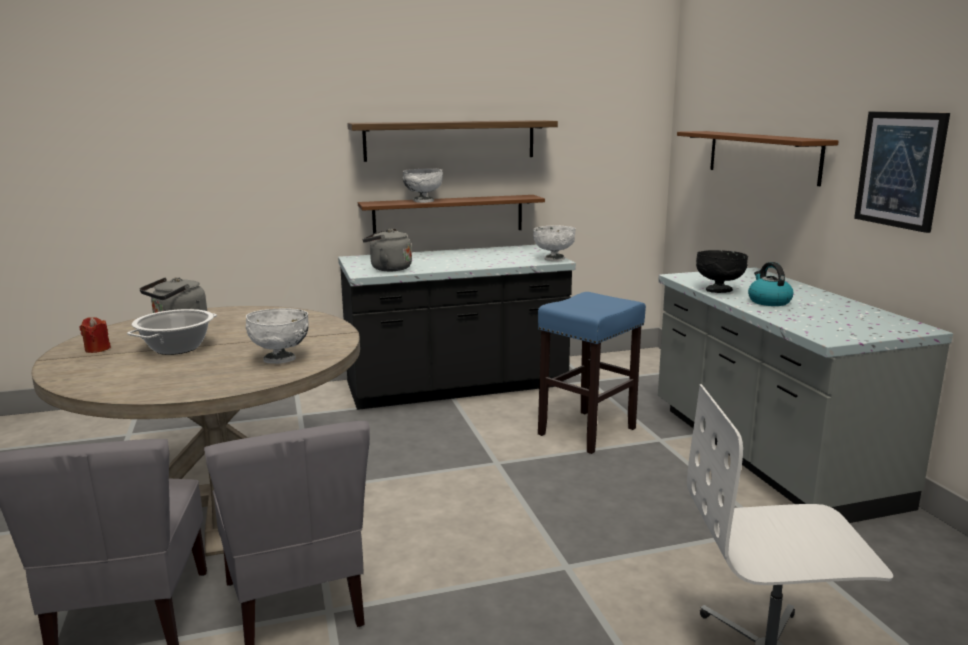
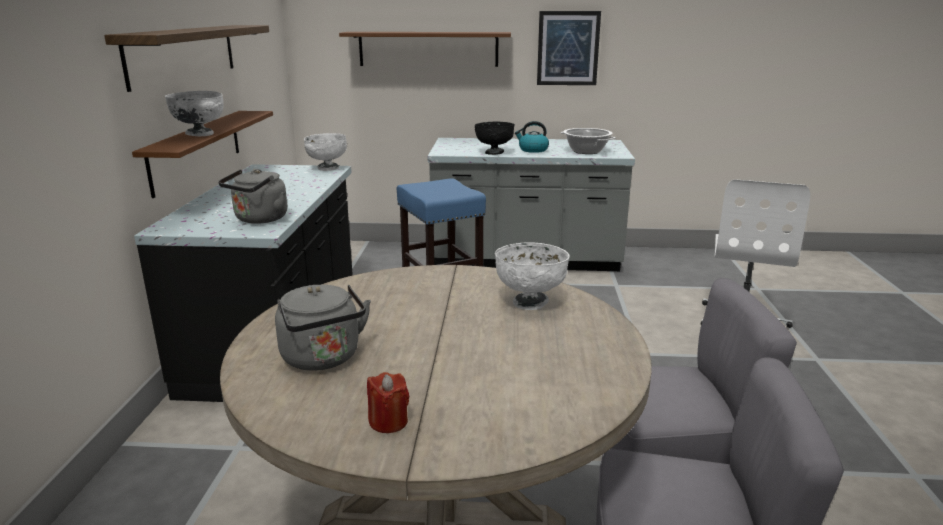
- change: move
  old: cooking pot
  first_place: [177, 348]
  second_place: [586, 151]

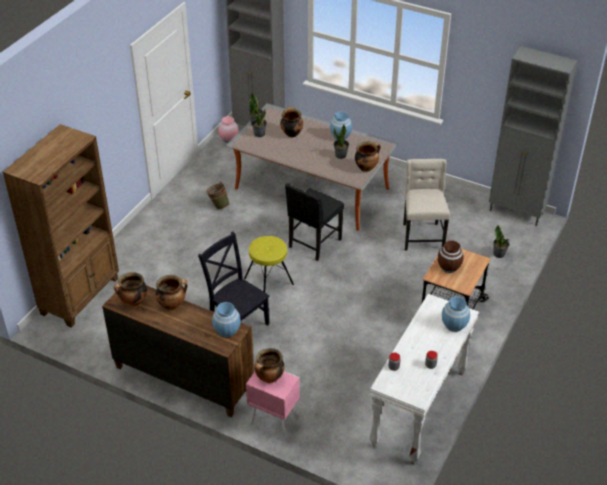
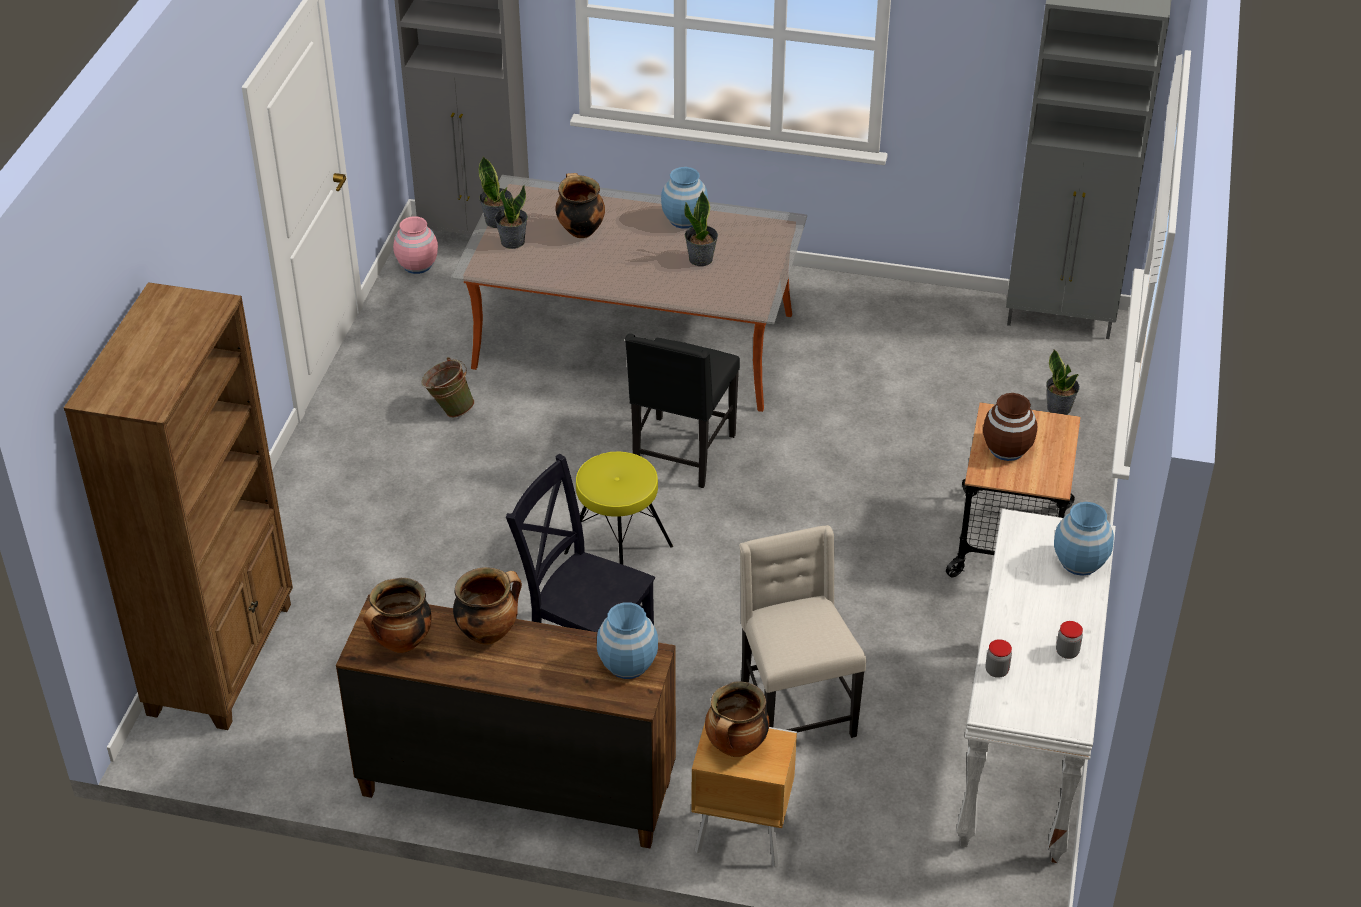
- change: delete
  old: cooking pot
  first_place: [366, 167]
- change: move
  old: beige chair
  first_place: [422, 236]
  second_place: [794, 709]
- change: recolor
  old: pink nightstand
  new: brown nightstand
  first_place: [273, 420]
  second_place: [740, 835]

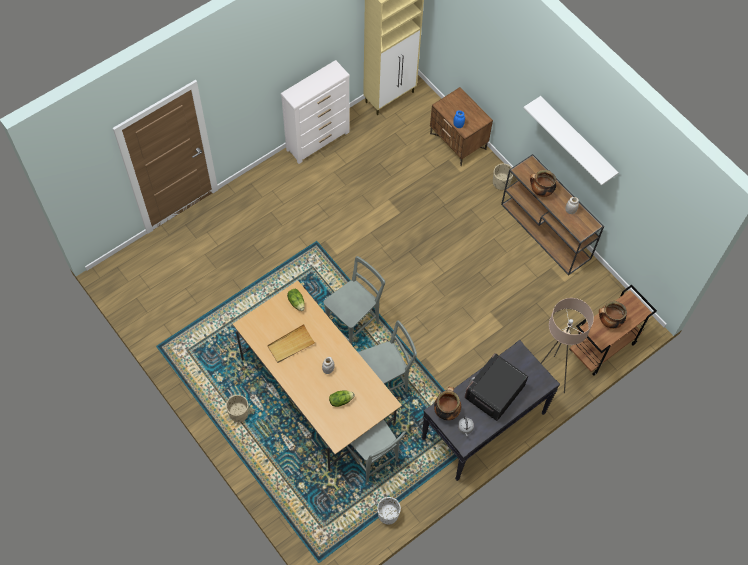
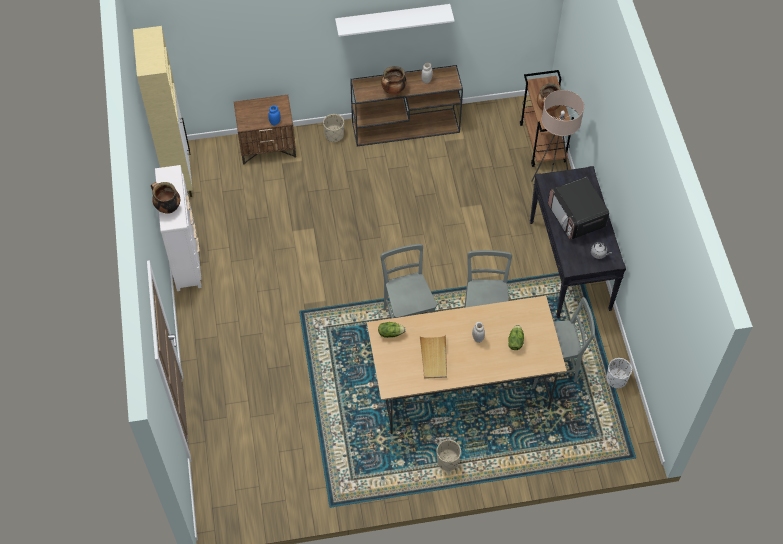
- change: move
  old: cooking pot
  first_place: [446, 411]
  second_place: [167, 207]

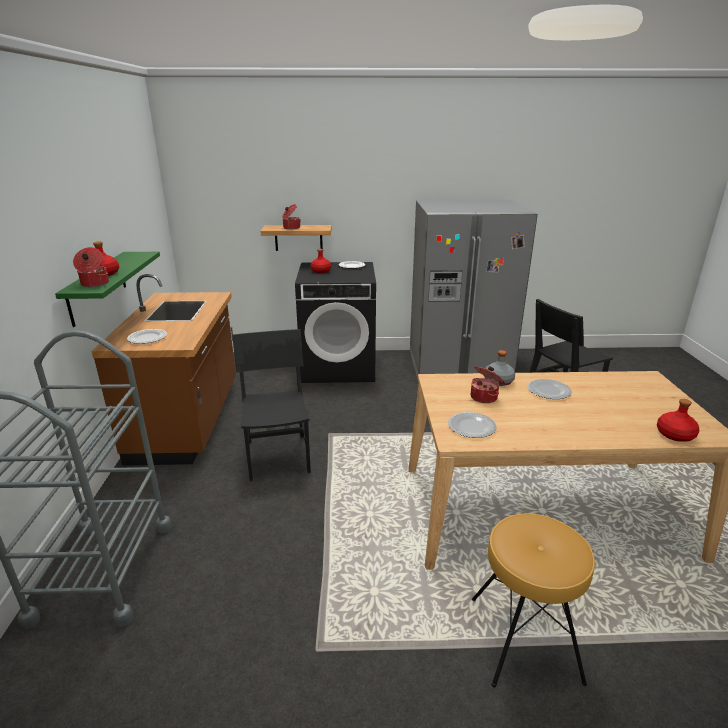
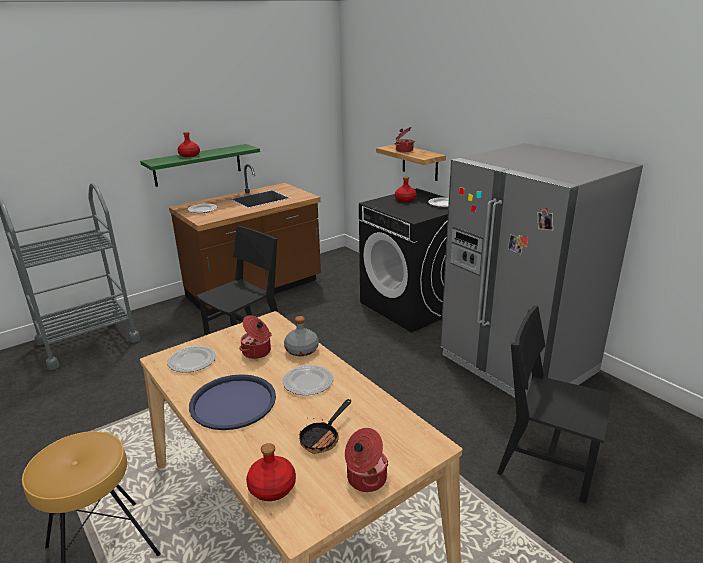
- change: move
  old: cooking pot
  first_place: [94, 284]
  second_place: [365, 478]
- change: insert
  new: blue tray
  second_place: [233, 402]
- change: insert
  new: frying pan
  second_place: [323, 438]

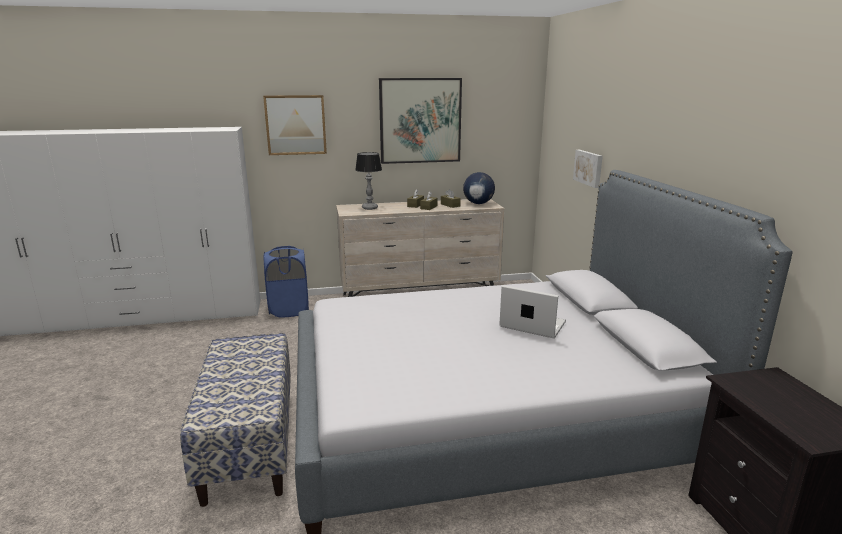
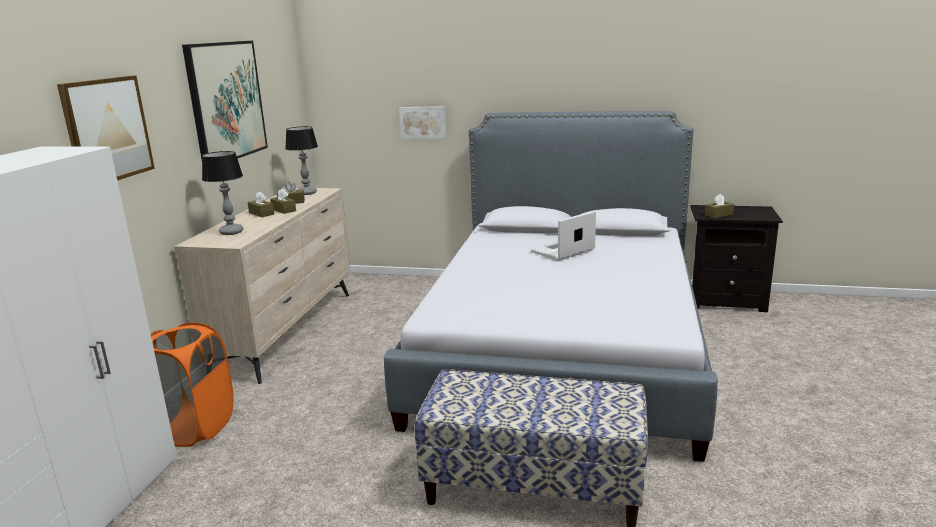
- change: replace
  old: globe
  new: table lamp
  first_place: [478, 203]
  second_place: [306, 193]
- change: recolor
  old: blue laundry basket
  new: orange laundry basket
  first_place: [289, 309]
  second_place: [194, 428]
- change: insert
  new: brown tissue box
  second_place: [718, 215]

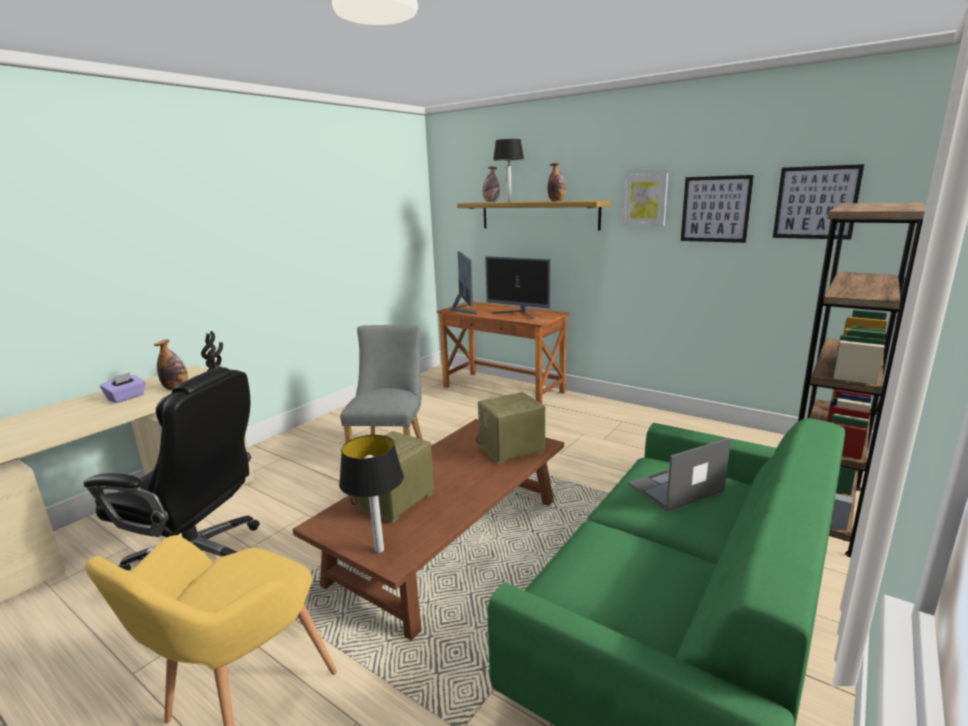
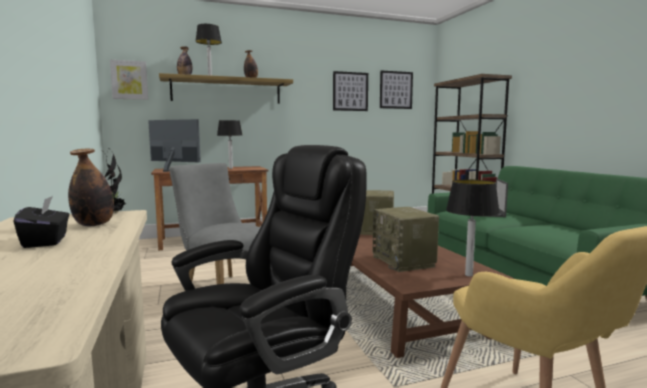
- change: move
  old: picture
  first_place: [645, 200]
  second_place: [129, 80]
- change: replace
  old: monitor
  new: table lamp
  first_place: [519, 314]
  second_place: [231, 168]
- change: recolor
  old: purple tissue box
  new: black tissue box
  first_place: [126, 398]
  second_place: [46, 241]

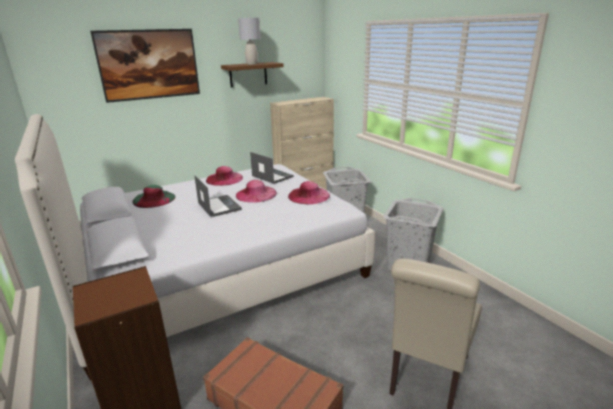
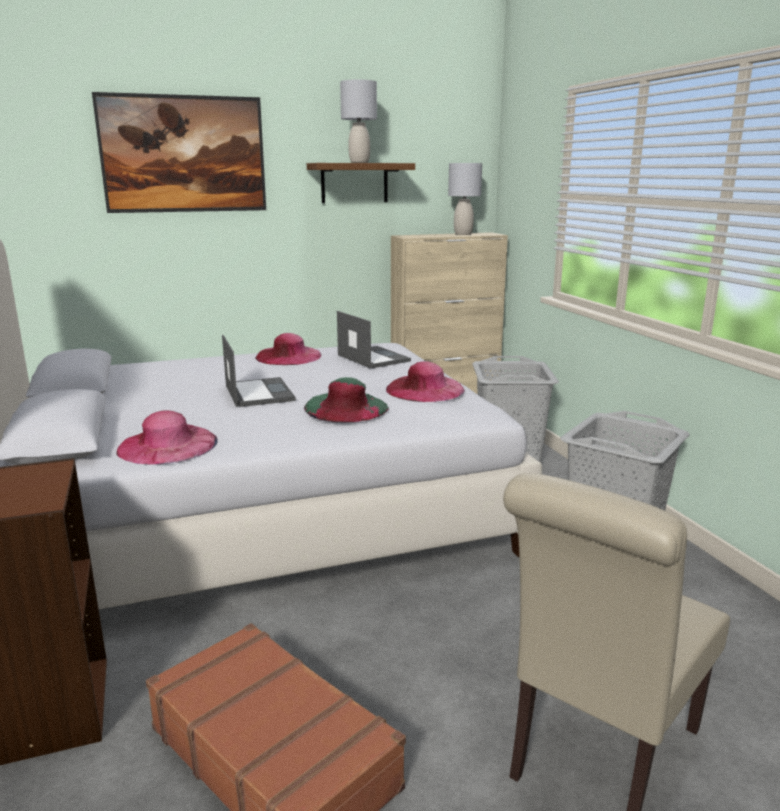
- change: move
  old: pink hat
  first_place: [256, 194]
  second_place: [167, 445]
- change: move
  old: green hat
  first_place: [154, 199]
  second_place: [346, 407]
- change: insert
  new: grey table lamp
  second_place: [463, 234]

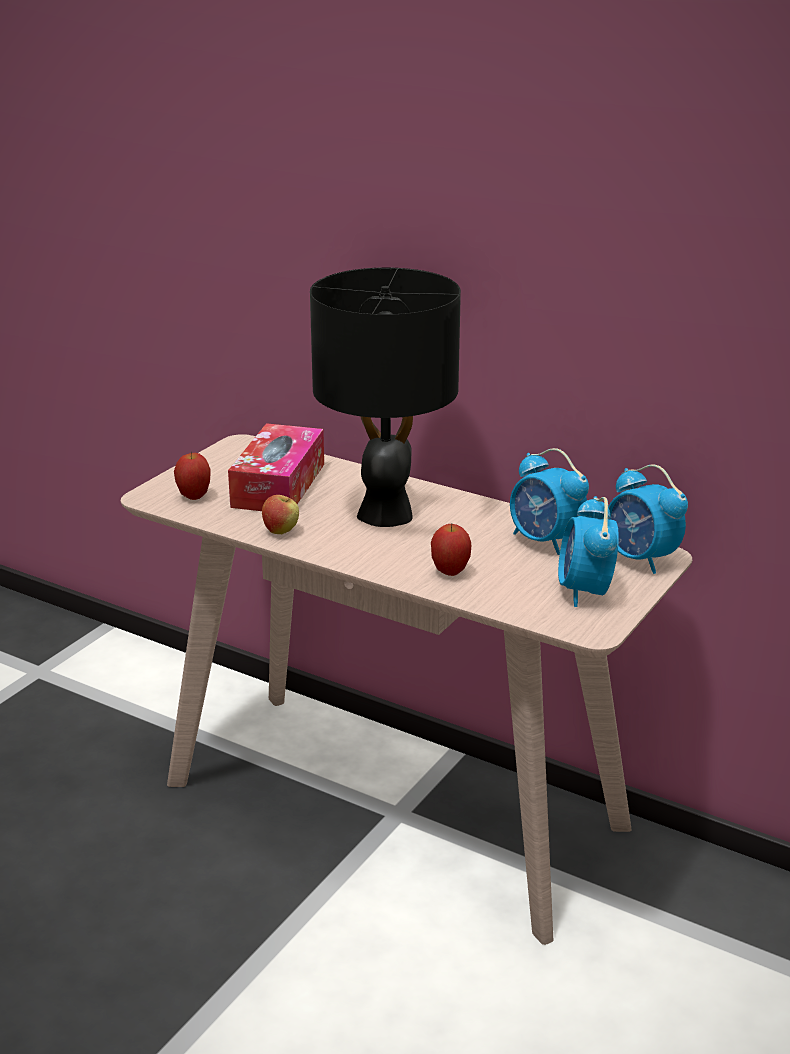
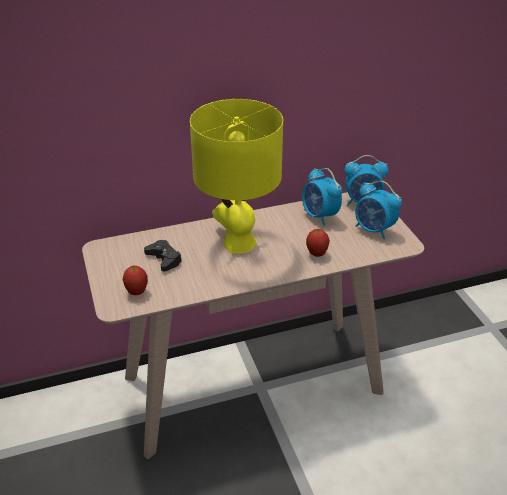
- change: recolor
  old: black table lamp
  new: yellow table lamp
  first_place: [386, 513]
  second_place: [238, 243]
- change: replace
  old: tissue box
  new: black game controller
  first_place: [278, 485]
  second_place: [164, 259]
- change: rotate
  old: alarm clock
  first_place: [545, 541]
  second_place: [320, 216]
  degrees: 60
- change: delete
  old: apple
  first_place: [281, 531]

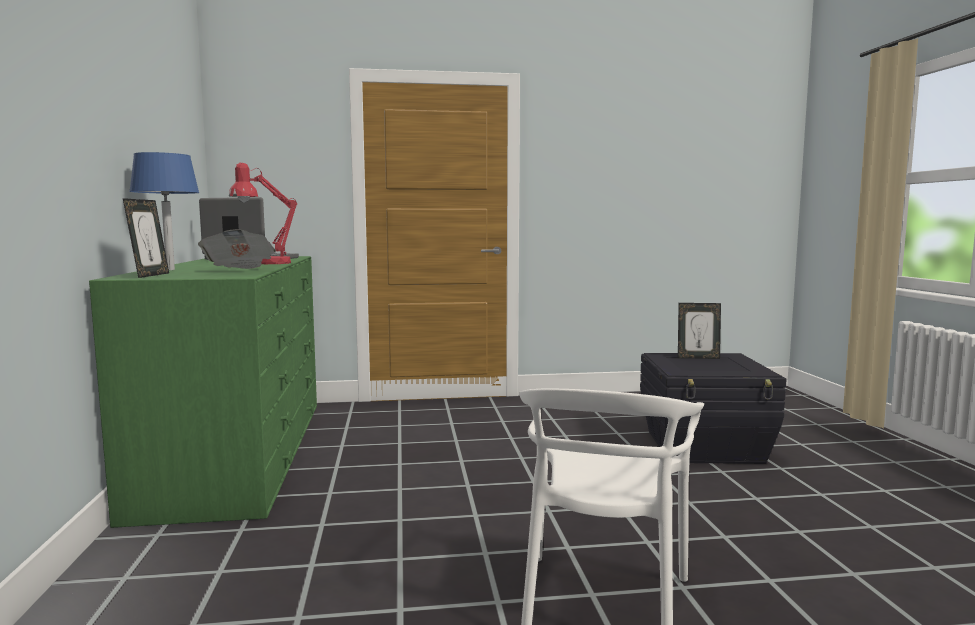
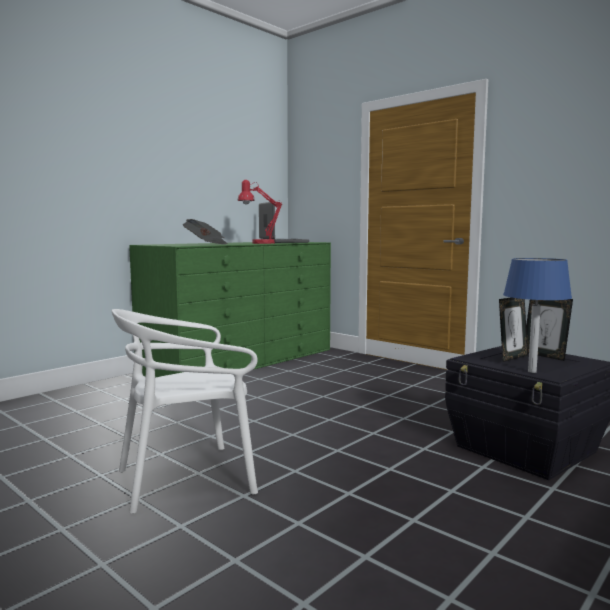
- change: move
  old: blue table lamp
  first_place: [170, 269]
  second_place: [532, 371]
- change: move
  old: picture frame
  first_place: [149, 275]
  second_place: [512, 358]

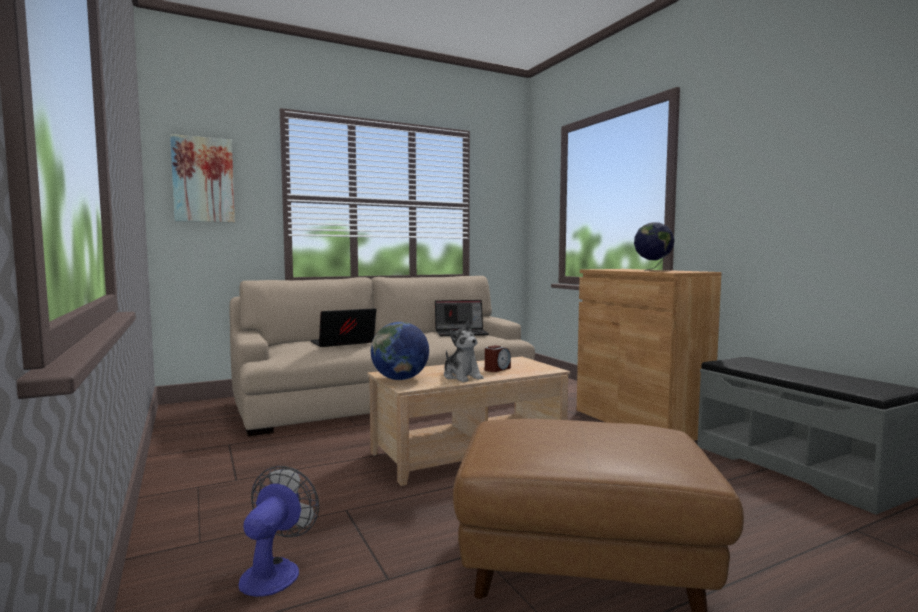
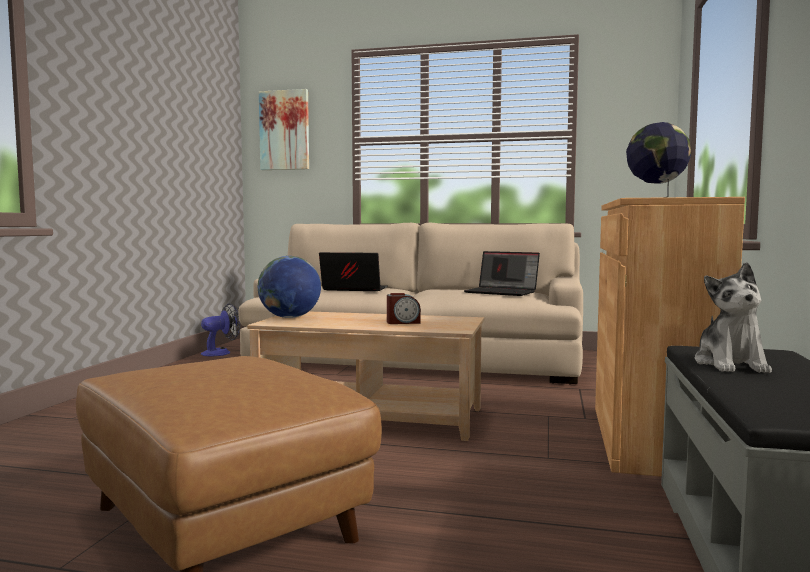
- change: move
  old: plush toy
  first_place: [462, 377]
  second_place: [730, 364]
- change: move
  old: fan
  first_place: [275, 571]
  second_place: [221, 352]

